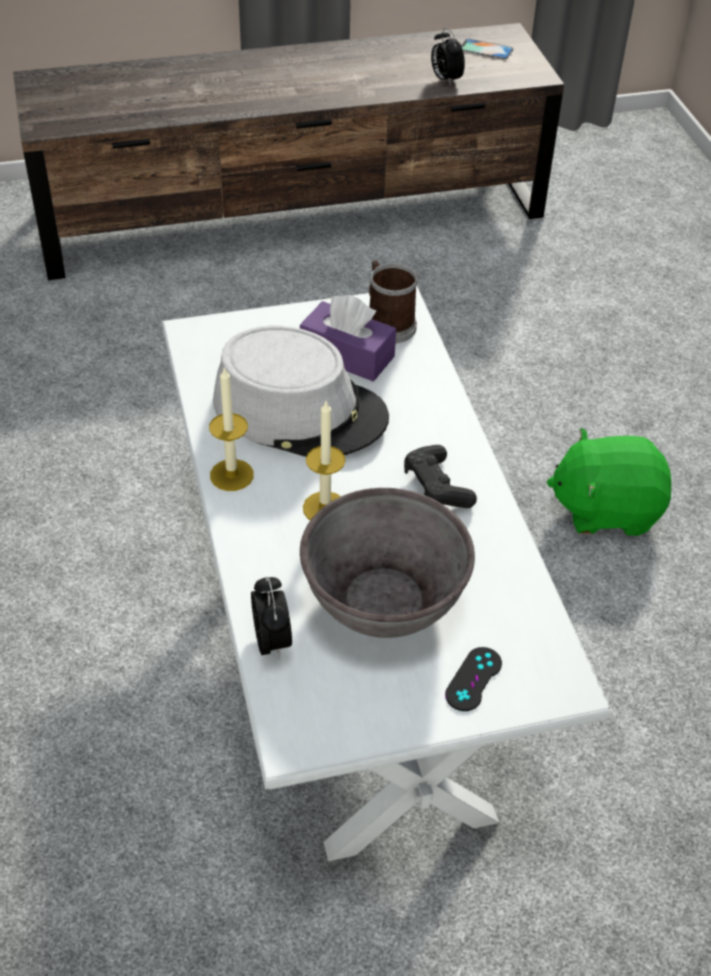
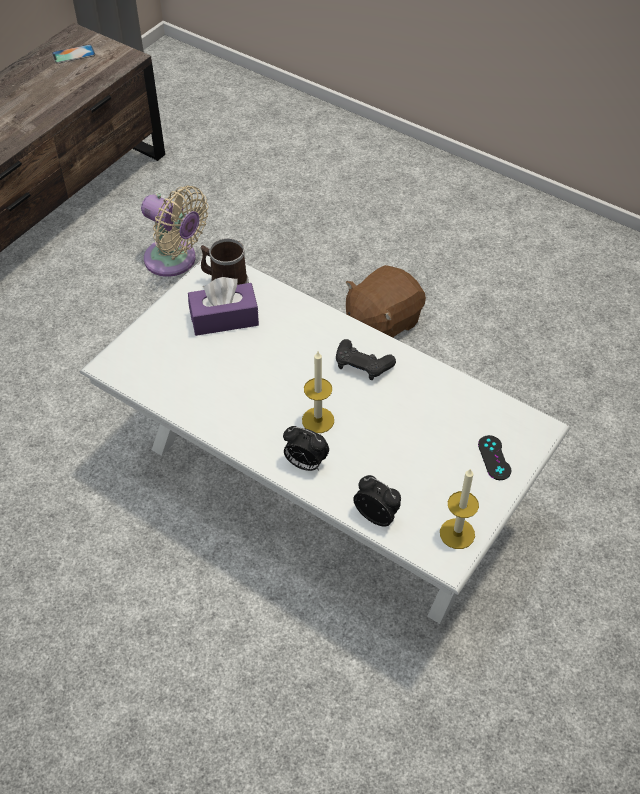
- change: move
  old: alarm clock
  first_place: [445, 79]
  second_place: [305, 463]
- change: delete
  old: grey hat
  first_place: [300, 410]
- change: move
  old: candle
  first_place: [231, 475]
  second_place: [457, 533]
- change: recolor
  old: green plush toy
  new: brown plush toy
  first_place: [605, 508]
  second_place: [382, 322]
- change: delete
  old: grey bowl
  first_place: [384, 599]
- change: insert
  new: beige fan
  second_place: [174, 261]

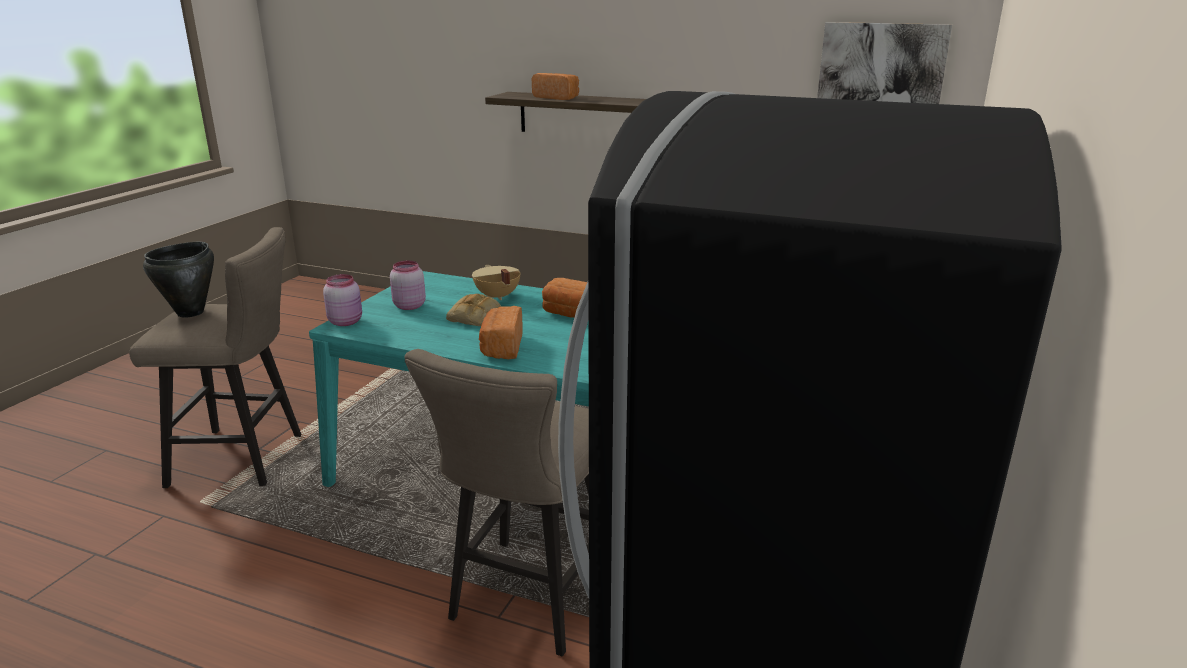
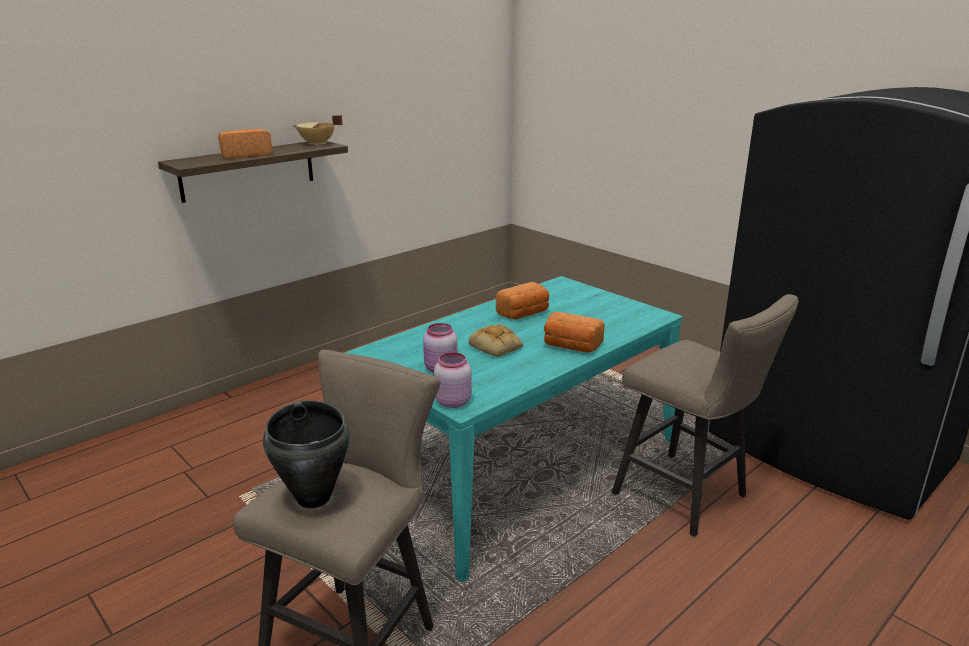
- change: delete
  old: picture
  first_place: [881, 65]
- change: move
  old: beige cooking pot
  first_place: [496, 296]
  second_place: [317, 144]

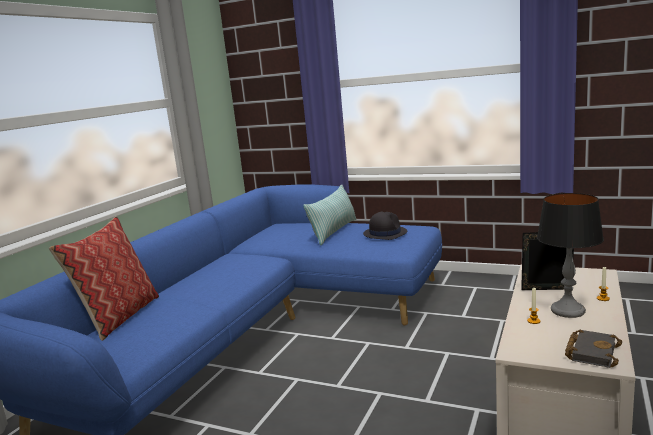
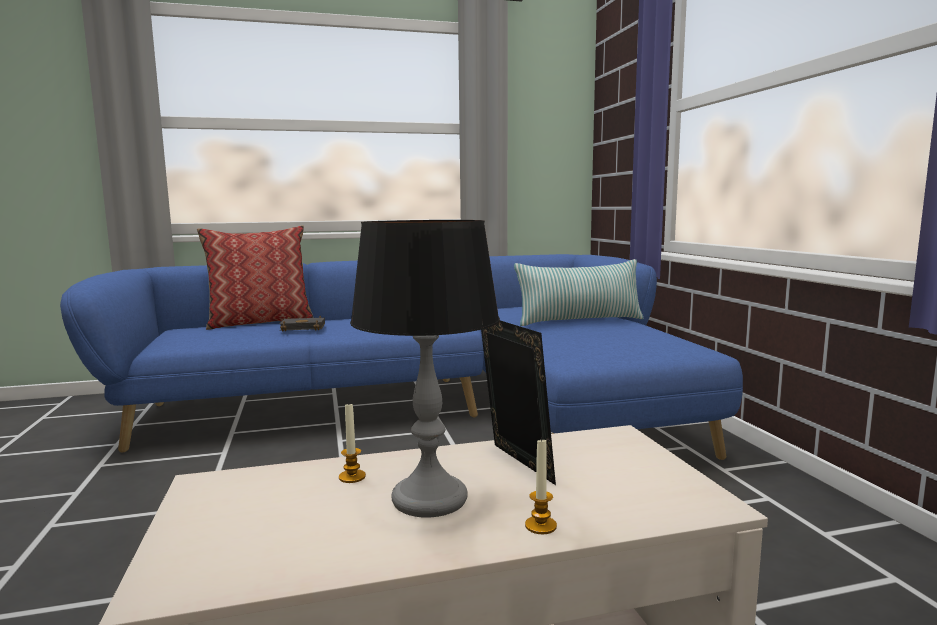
- change: delete
  old: black hat
  first_place: [385, 233]
- change: move
  old: black book
  first_place: [591, 351]
  second_place: [304, 327]

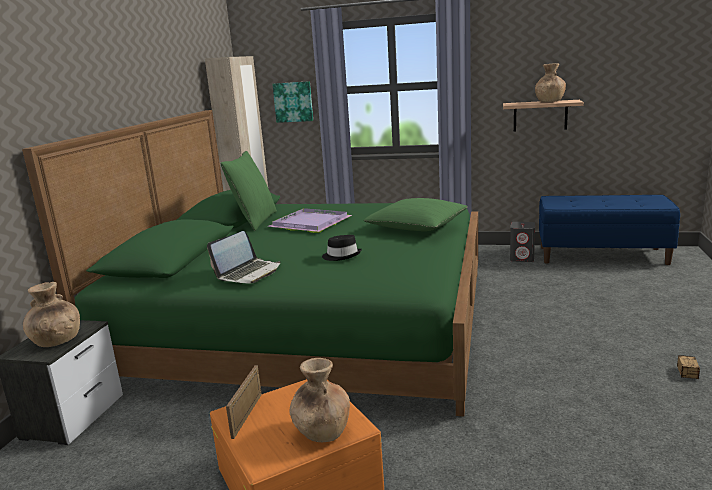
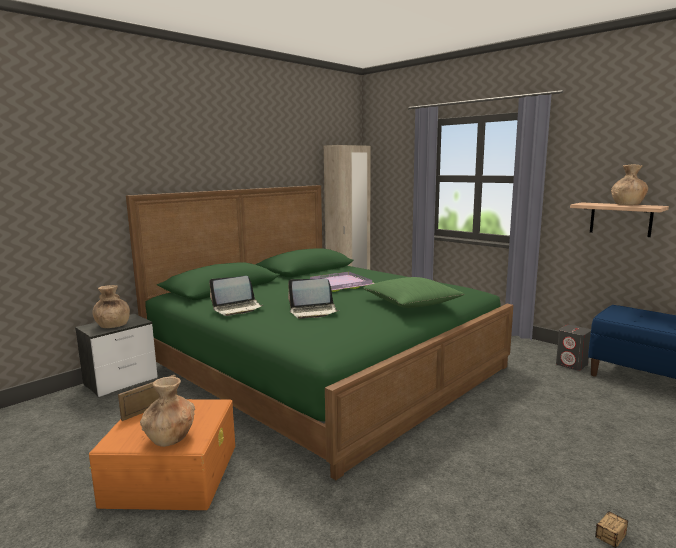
- change: delete
  old: picture
  first_place: [293, 102]
- change: delete
  old: green pillow
  first_place: [254, 221]
- change: replace
  old: black hat
  new: laptop
  first_place: [342, 256]
  second_place: [313, 312]

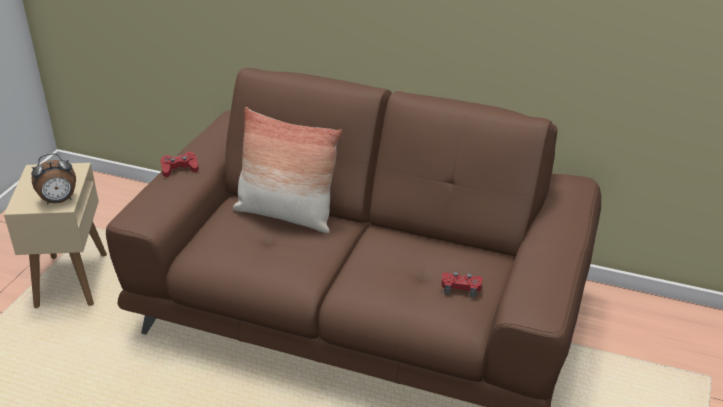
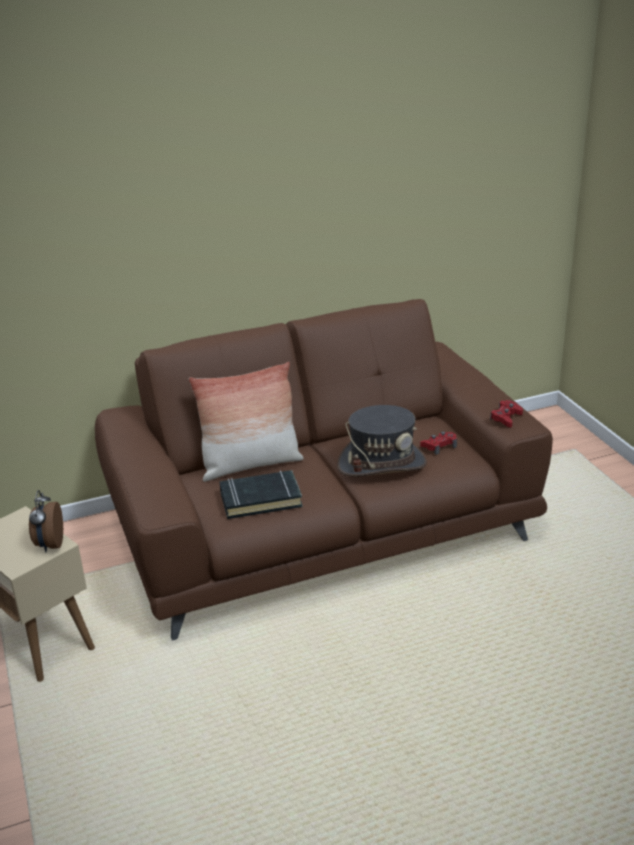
- change: move
  old: red game controller
  first_place: [179, 168]
  second_place: [506, 418]
- change: rotate
  old: alarm clock
  first_place: [59, 201]
  second_place: [49, 544]
  degrees: 150
- change: insert
  new: grey hat
  second_place: [382, 464]
- change: insert
  new: black book
  second_place: [260, 499]

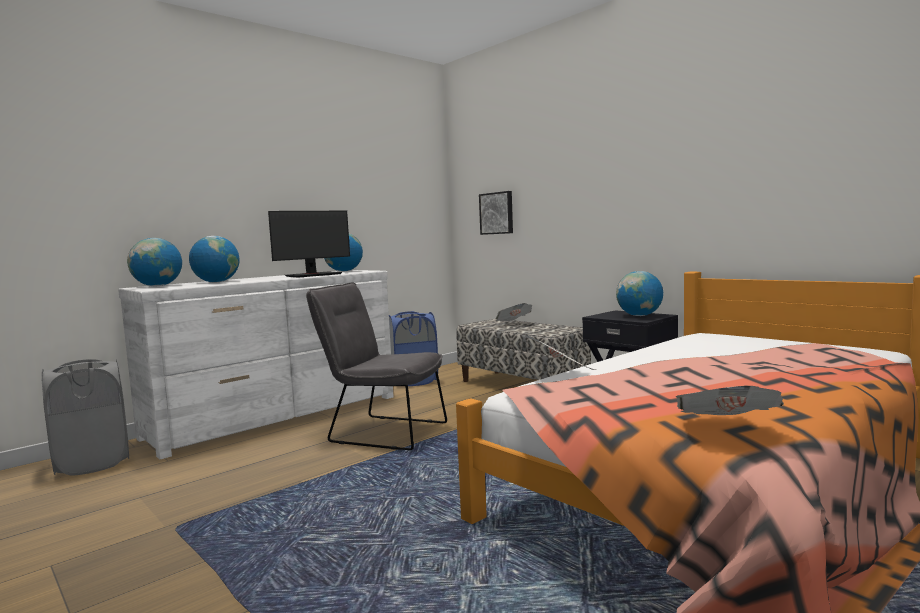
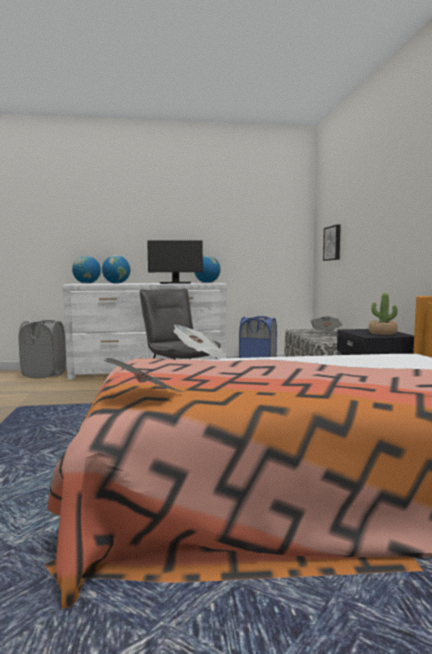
- change: replace
  old: globe
  new: potted plant
  first_place: [639, 315]
  second_place: [382, 333]

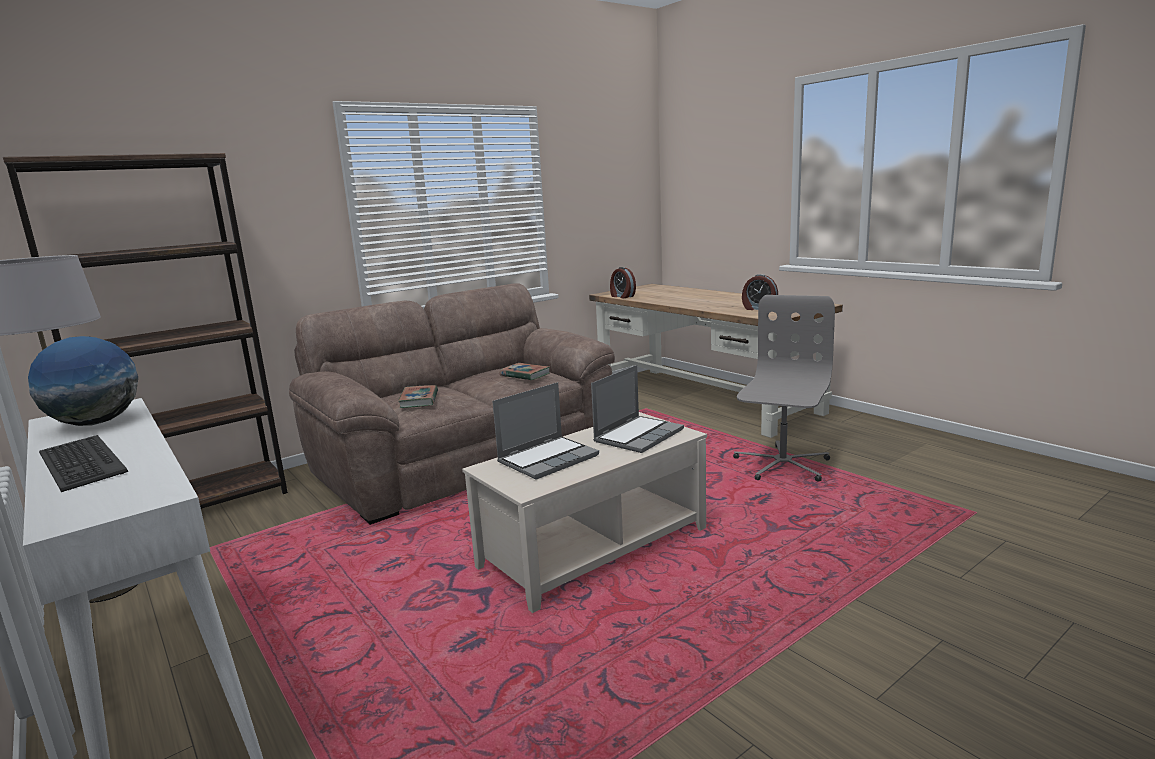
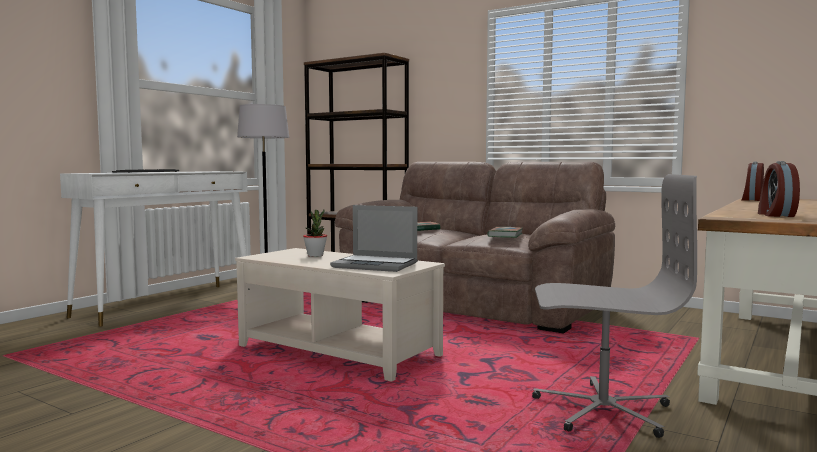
- change: delete
  old: globe
  first_place: [96, 423]
- change: replace
  old: laptop
  new: potted plant
  first_place: [548, 459]
  second_place: [315, 255]

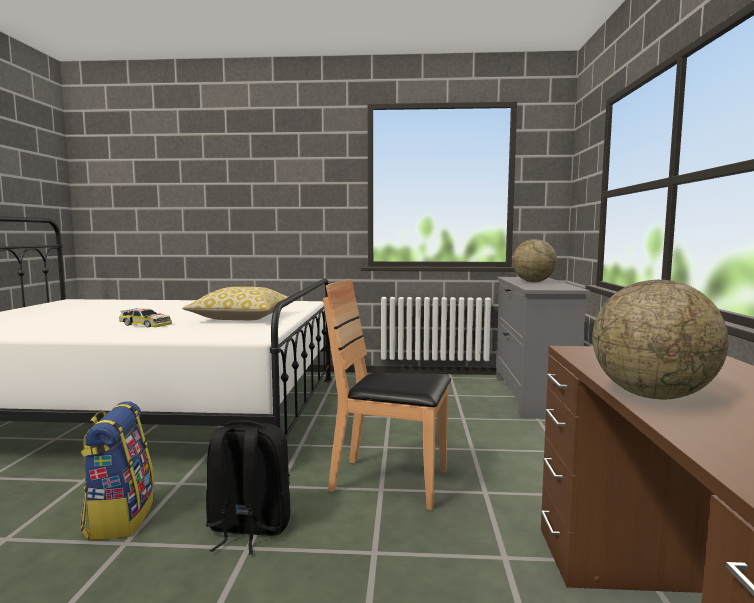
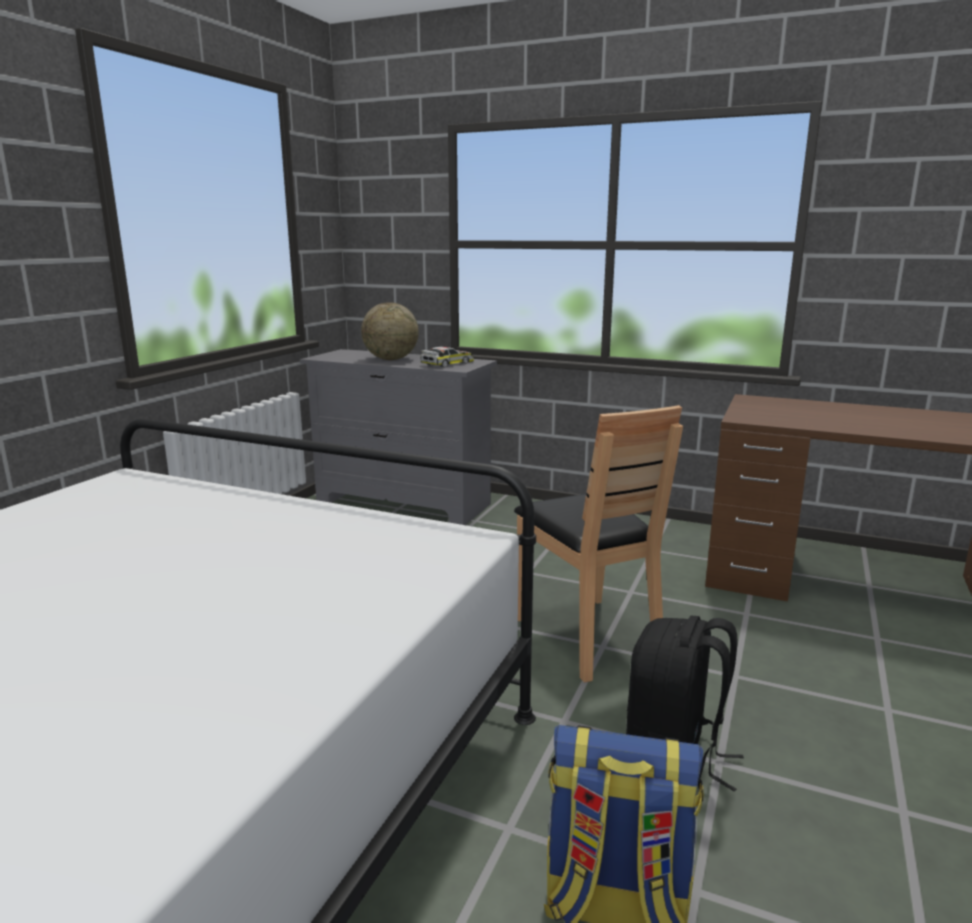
- change: rotate
  old: brown chair
  first_place: [390, 482]
  second_place: [588, 637]
  degrees: -60
- change: delete
  old: globe
  first_place: [652, 396]
- change: delete
  old: pillow
  first_place: [241, 318]
- change: move
  old: toy car
  first_place: [146, 324]
  second_place: [447, 364]

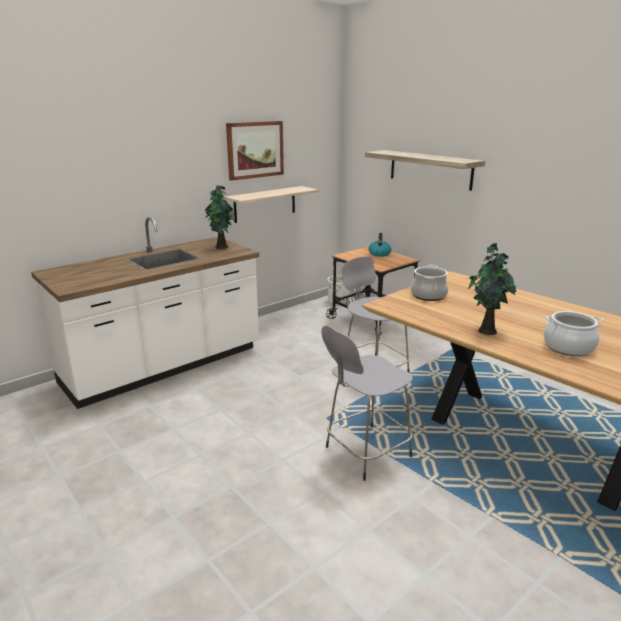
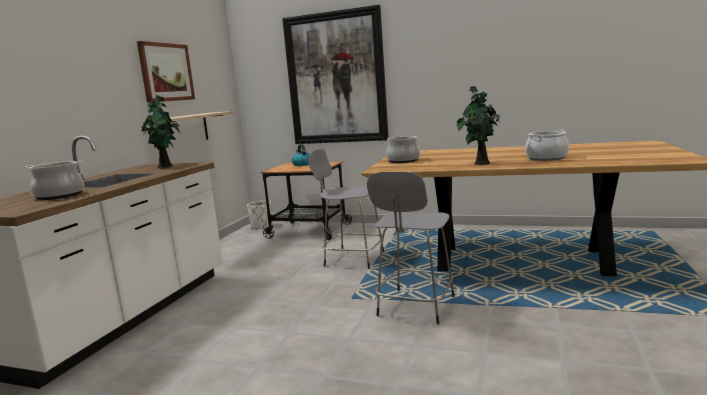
- change: replace
  old: shelf
  new: picture
  first_place: [430, 169]
  second_place: [336, 78]
- change: insert
  new: cooking pot
  second_place: [59, 196]

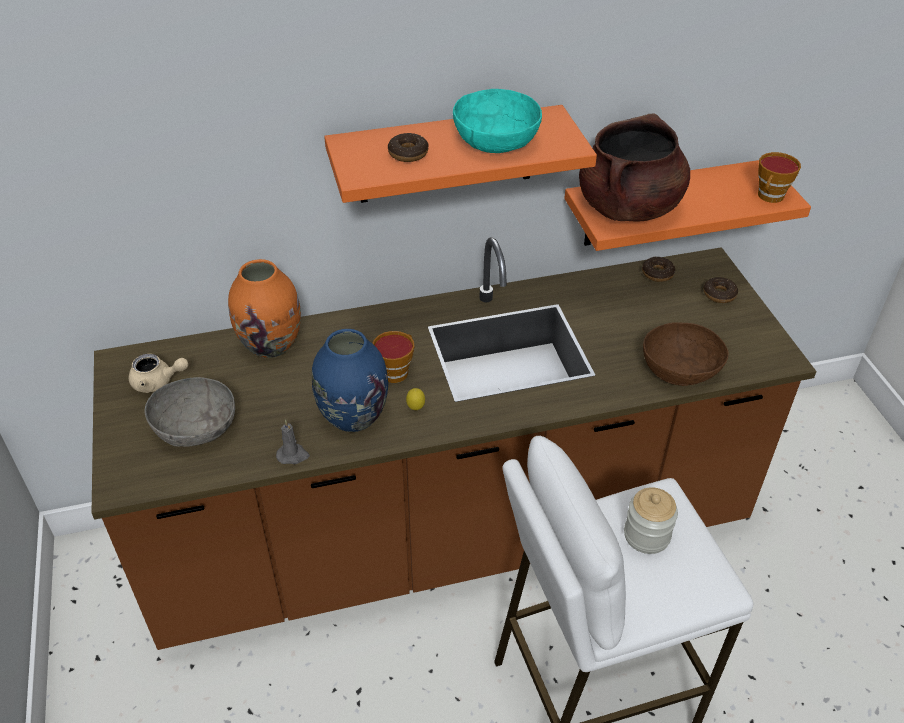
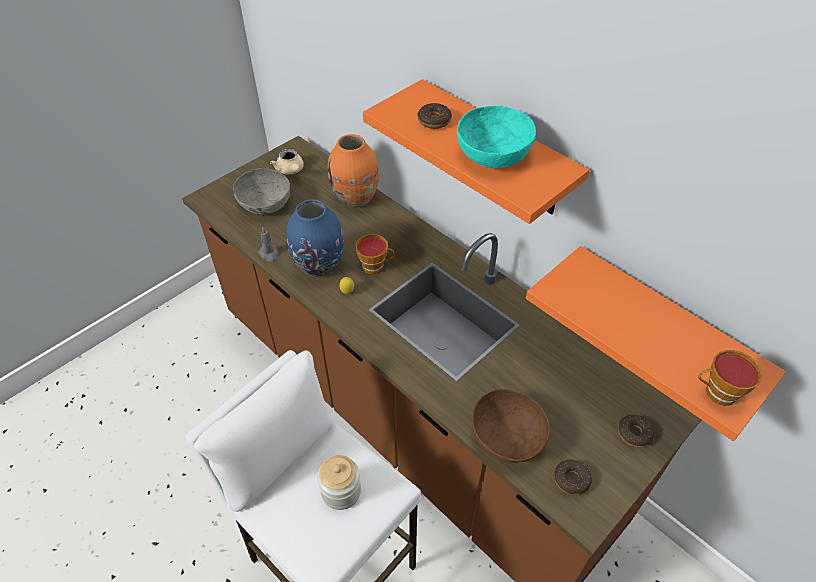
- change: delete
  old: brown cooking pot
  first_place: [629, 208]
- change: move
  old: donut
  first_place: [657, 273]
  second_place: [571, 480]

